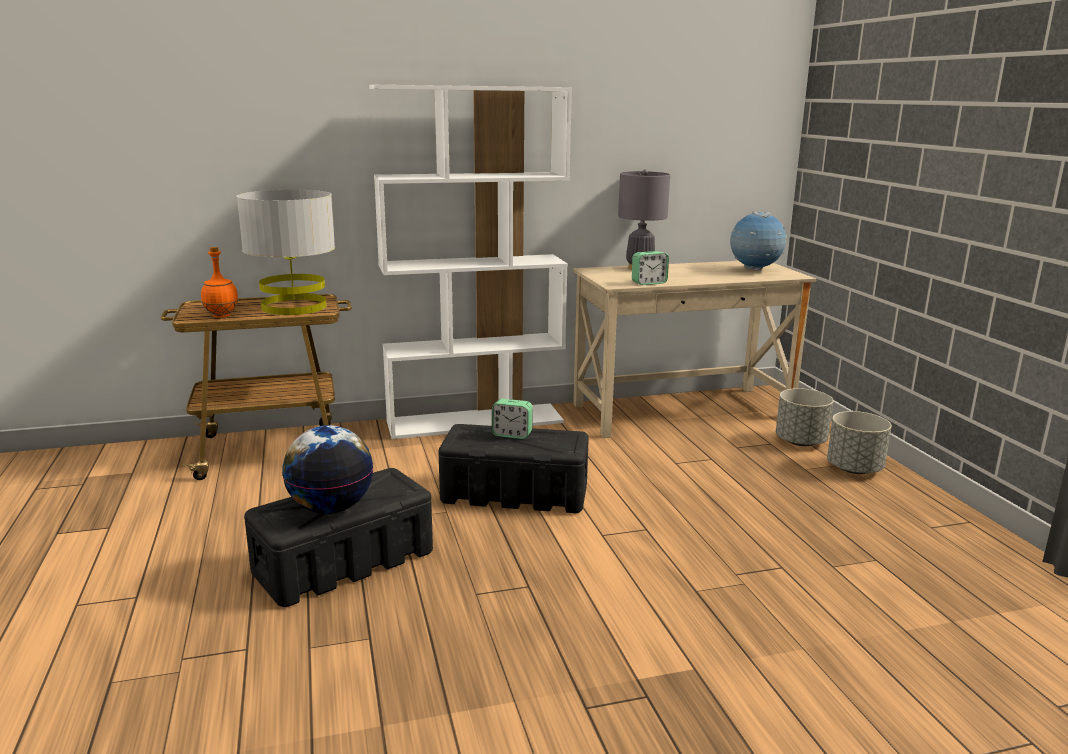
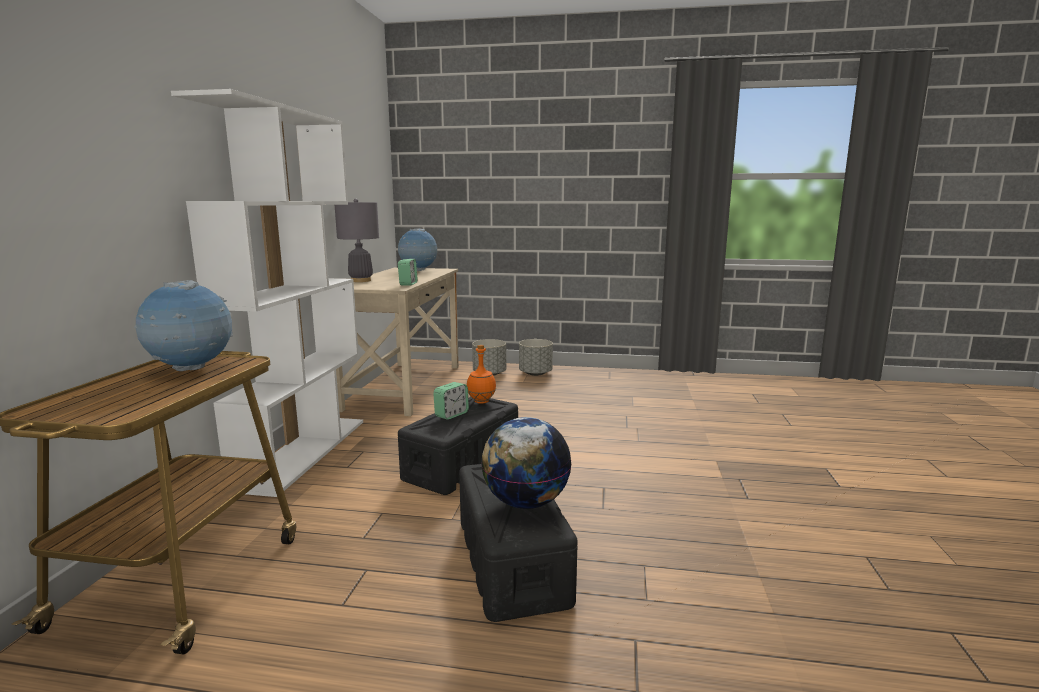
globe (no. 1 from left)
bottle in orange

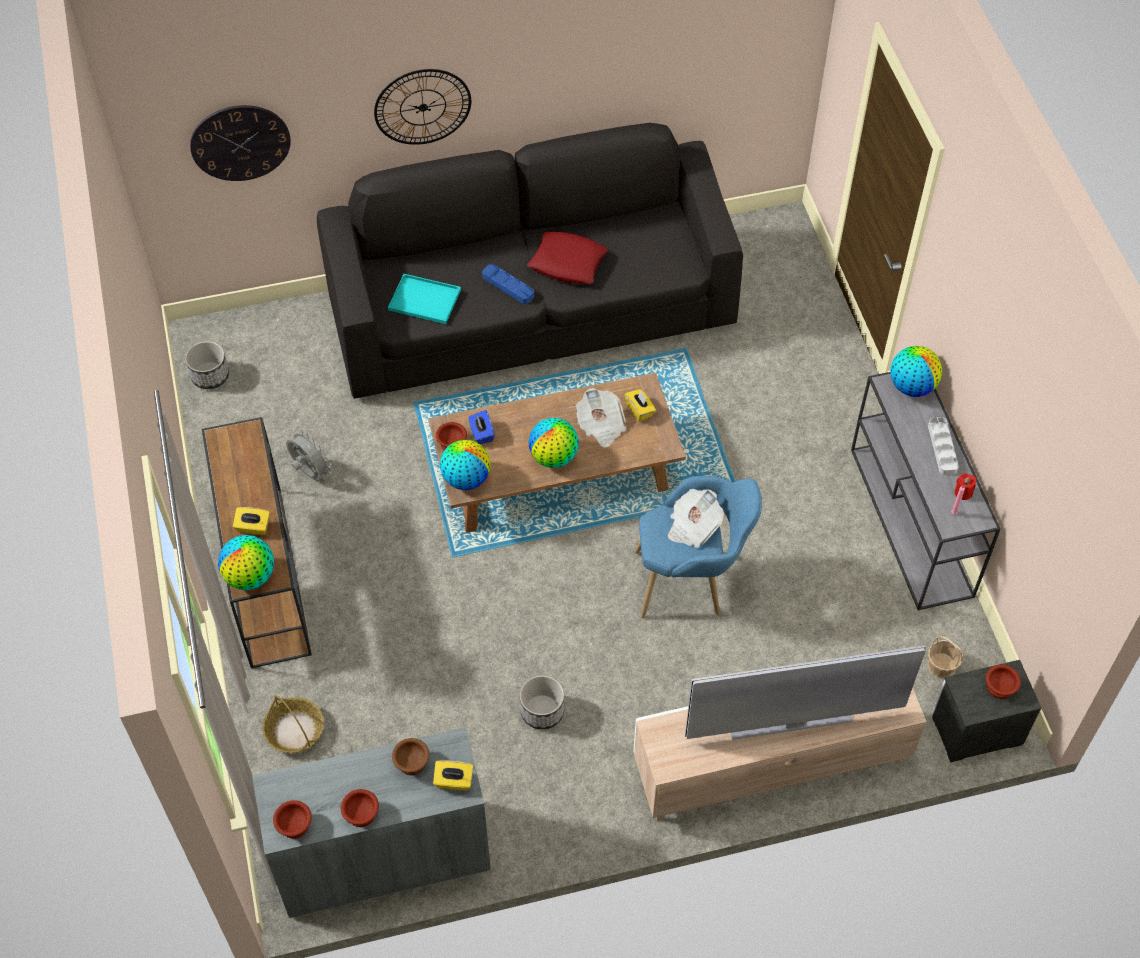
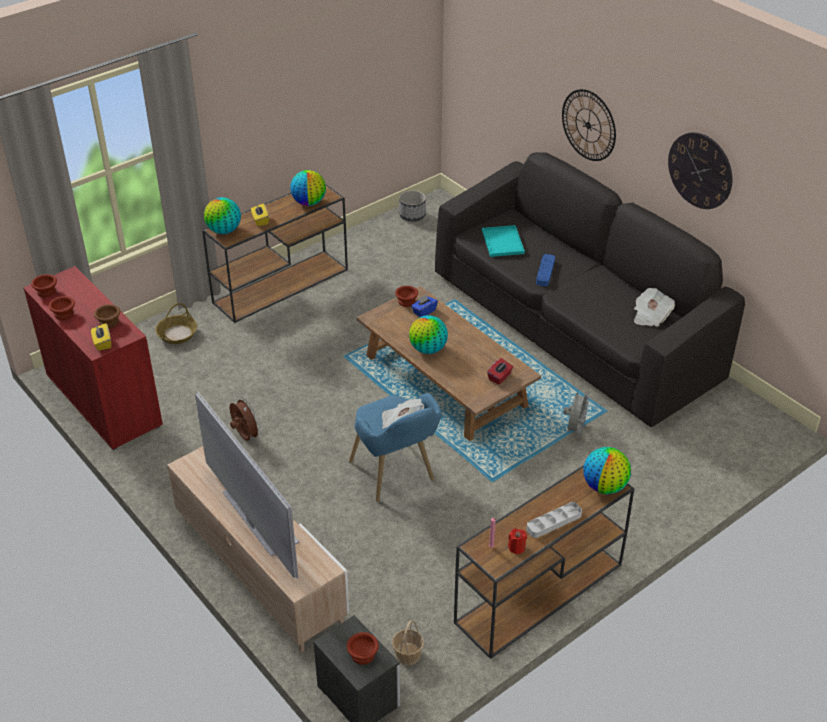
wall clock (no. 2 from left)
pillow in red
console table in brown (no. 2 from left)
newspaper (no. 2 from left)
tissue box in red
fan in grey
globe (no. 2 from left)
fan in brown
cabinet in red

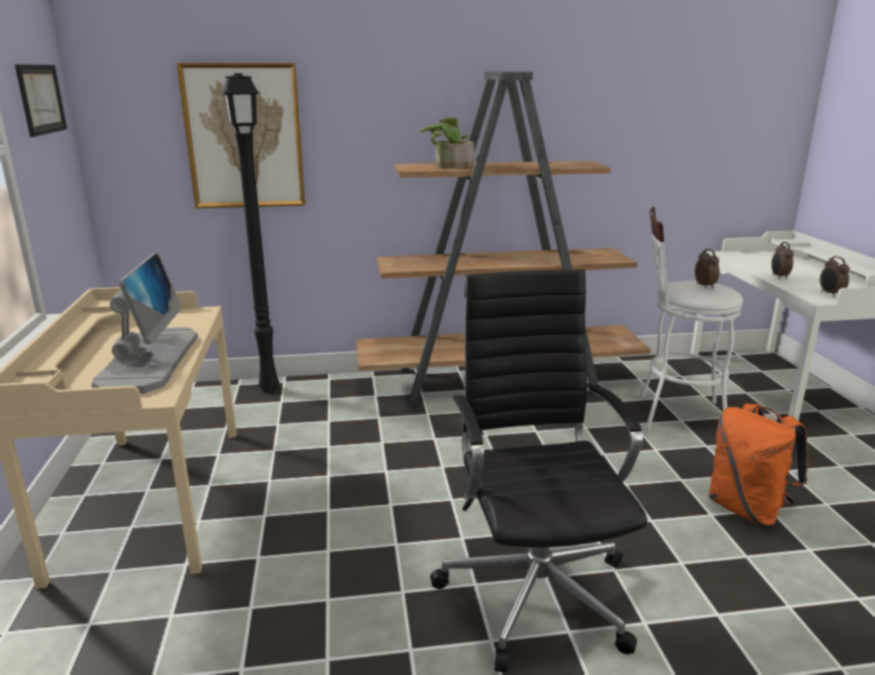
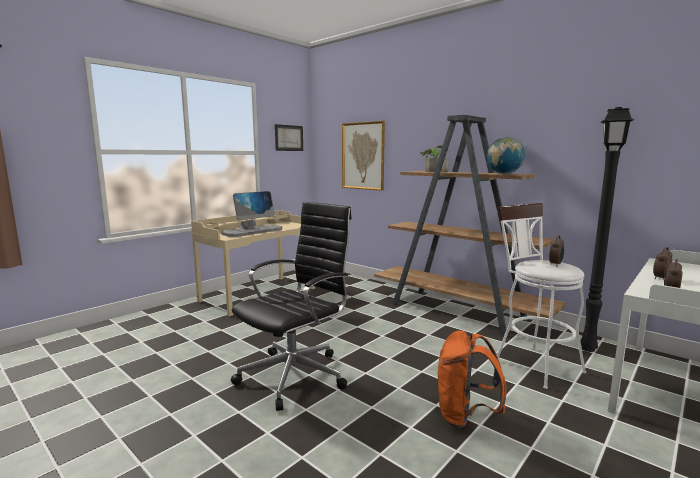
floor lamp in black
globe

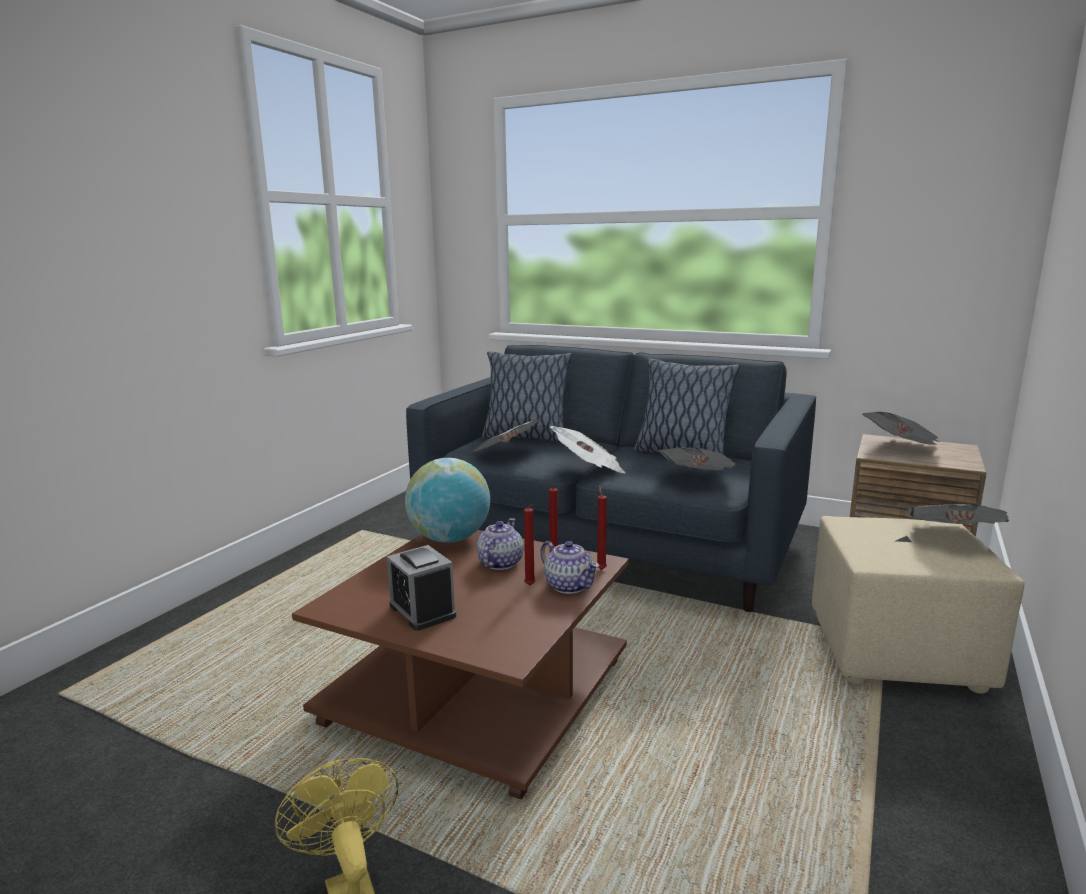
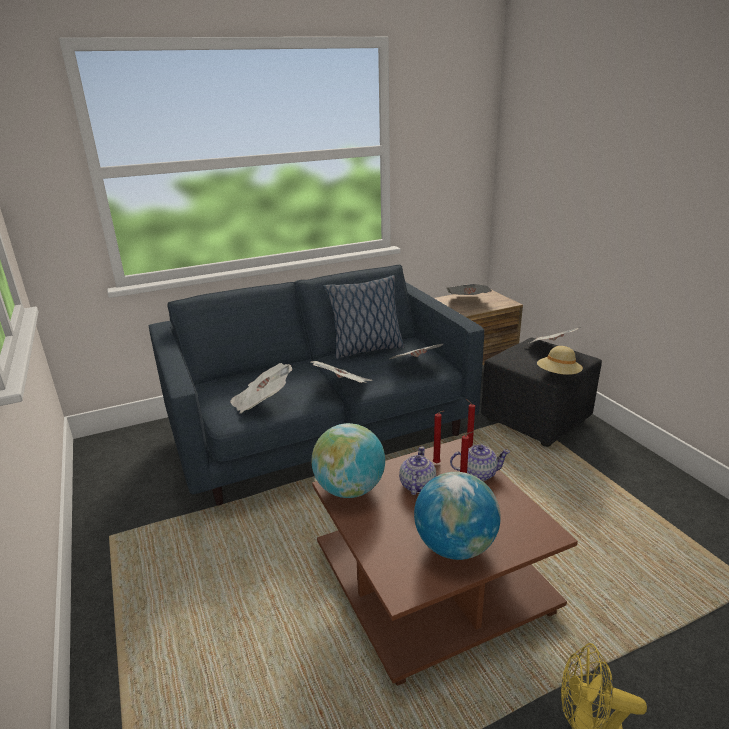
pillow (no. 1 from left in the first image)
ottoman in black
teapot (no. 1 from left)
globe (no. 2 from left)
hat in beige

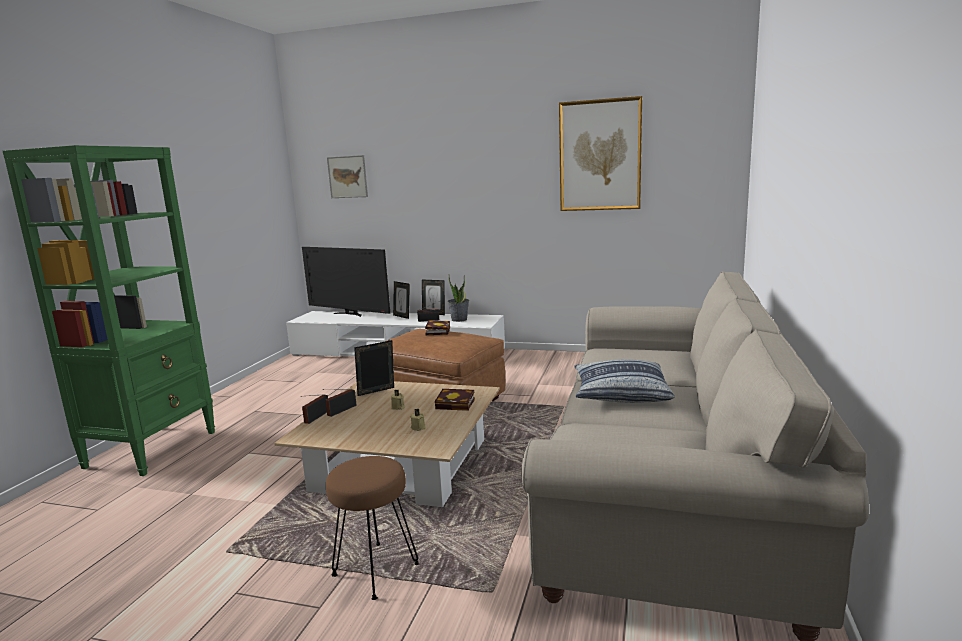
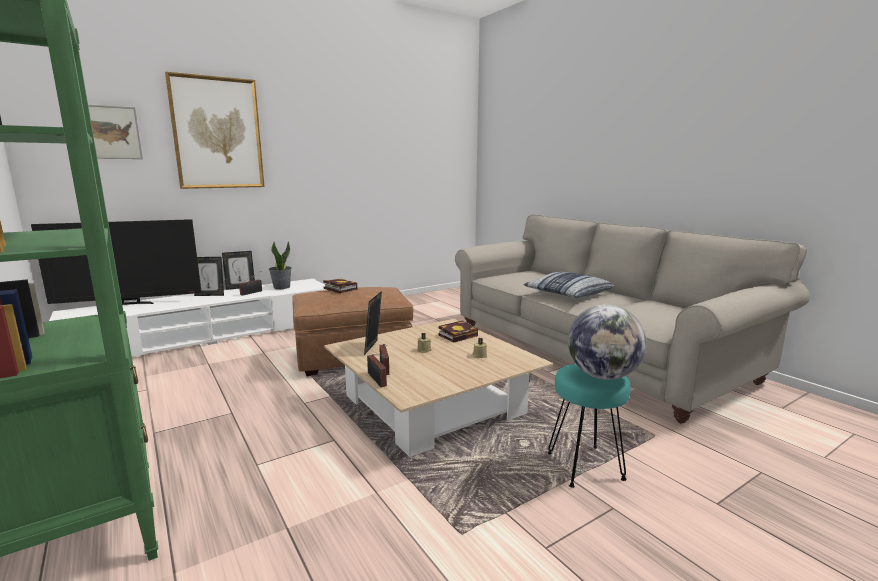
picture (no. 2 from left)
stool in turquoise
globe

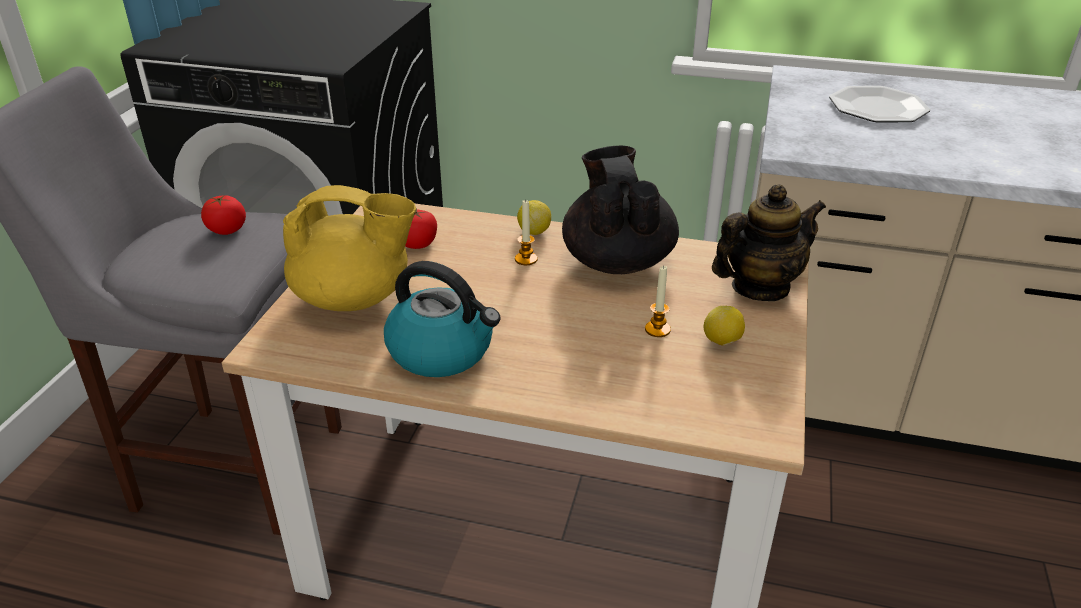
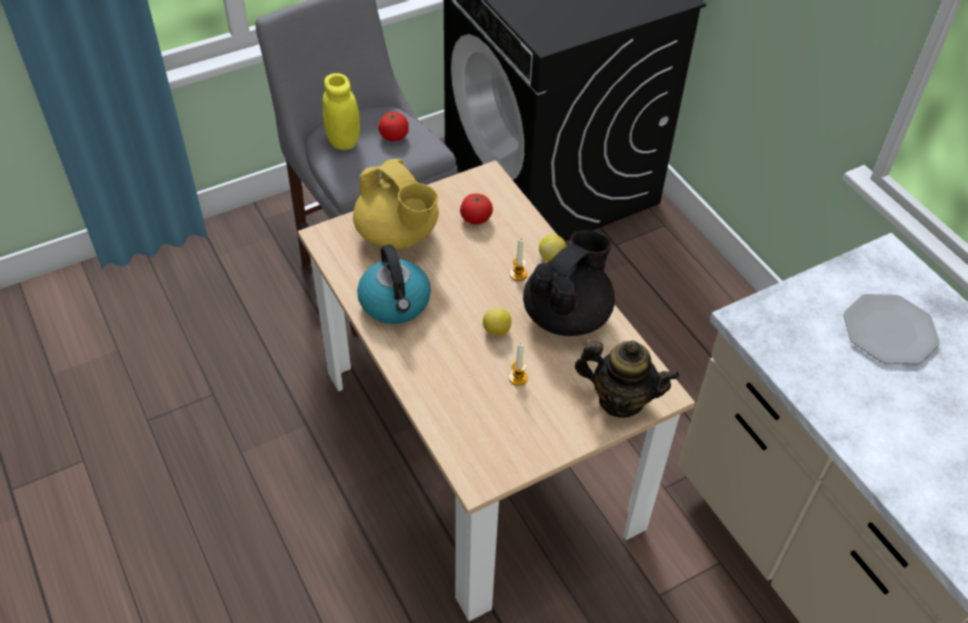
lemon (no. 1 from left)
jar in yellow

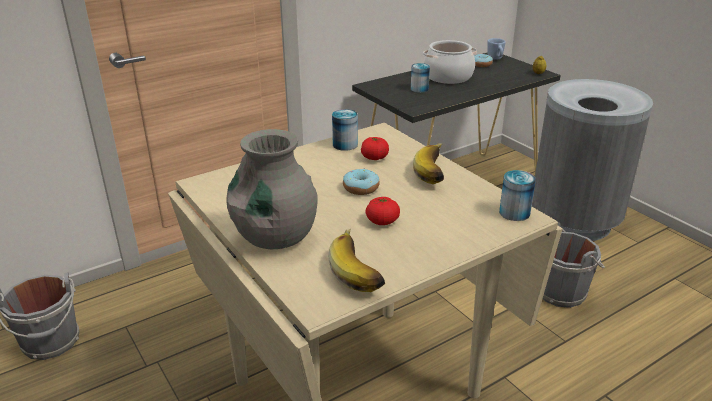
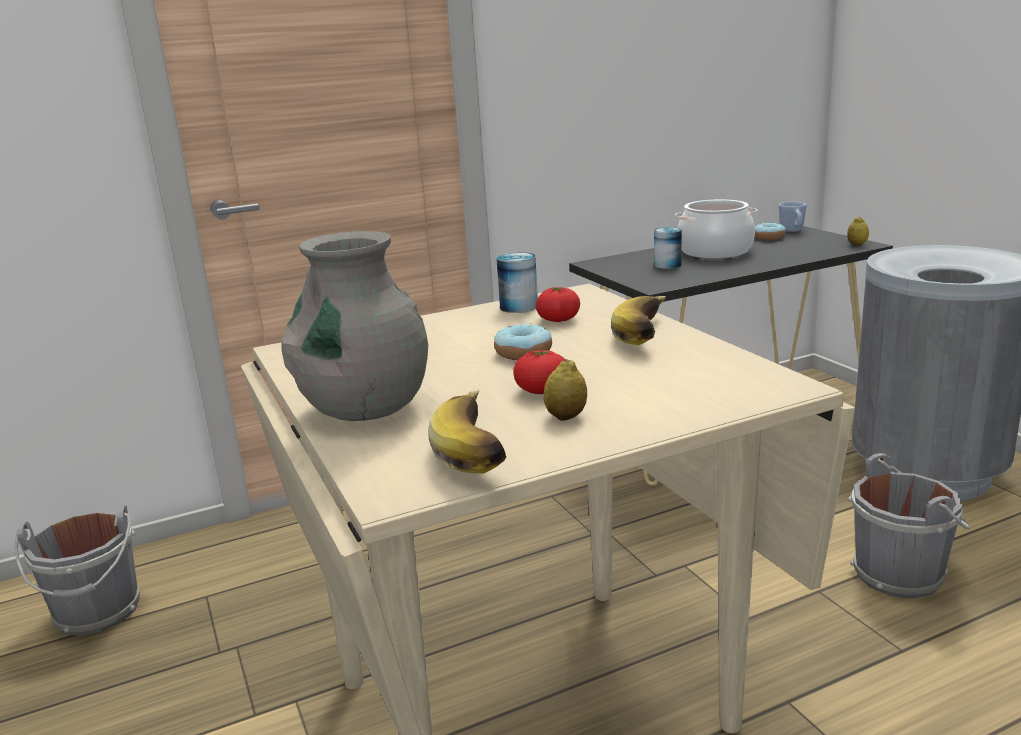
can (no. 3 from left in the first image)
lemon (no. 1 from left)

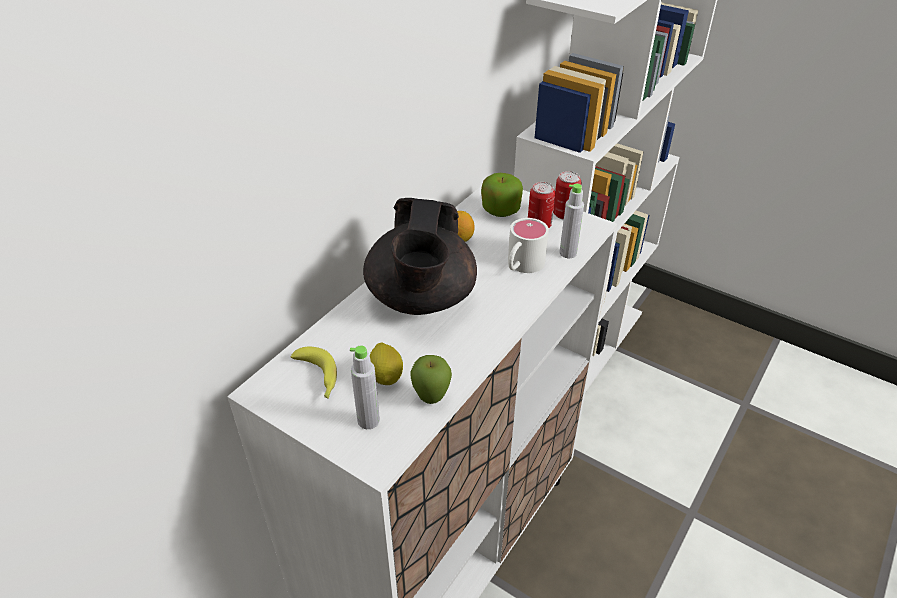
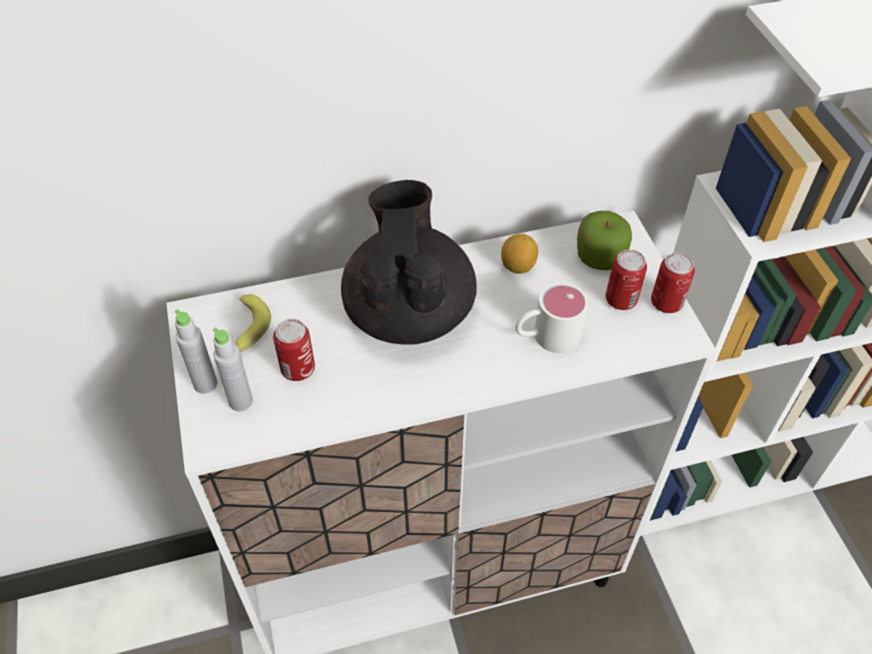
bottle in grey (no. 1 from left)
teapot in black
can (no. 1 from left)
apple (no. 1 from left in the first image)

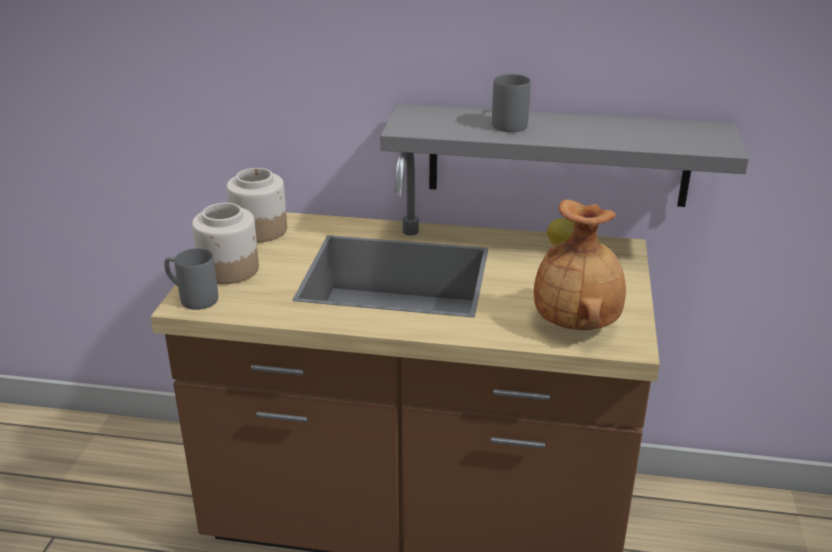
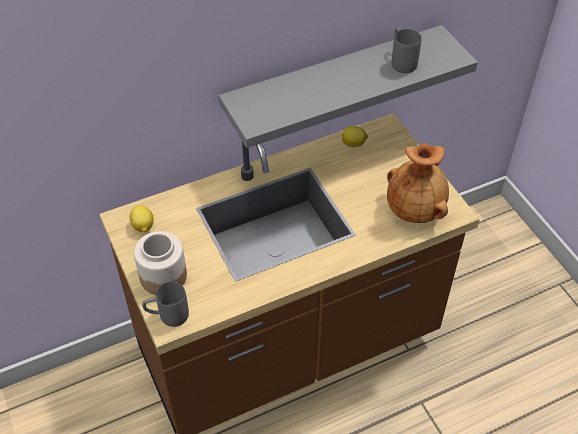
mug in grey (no. 2 from left)
lemon (no. 1 from left)

